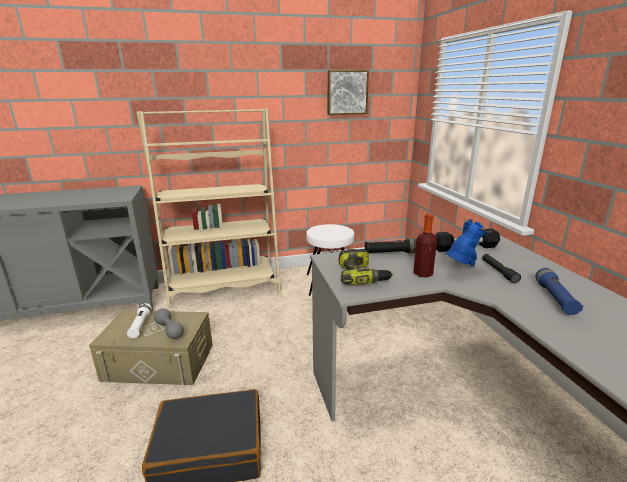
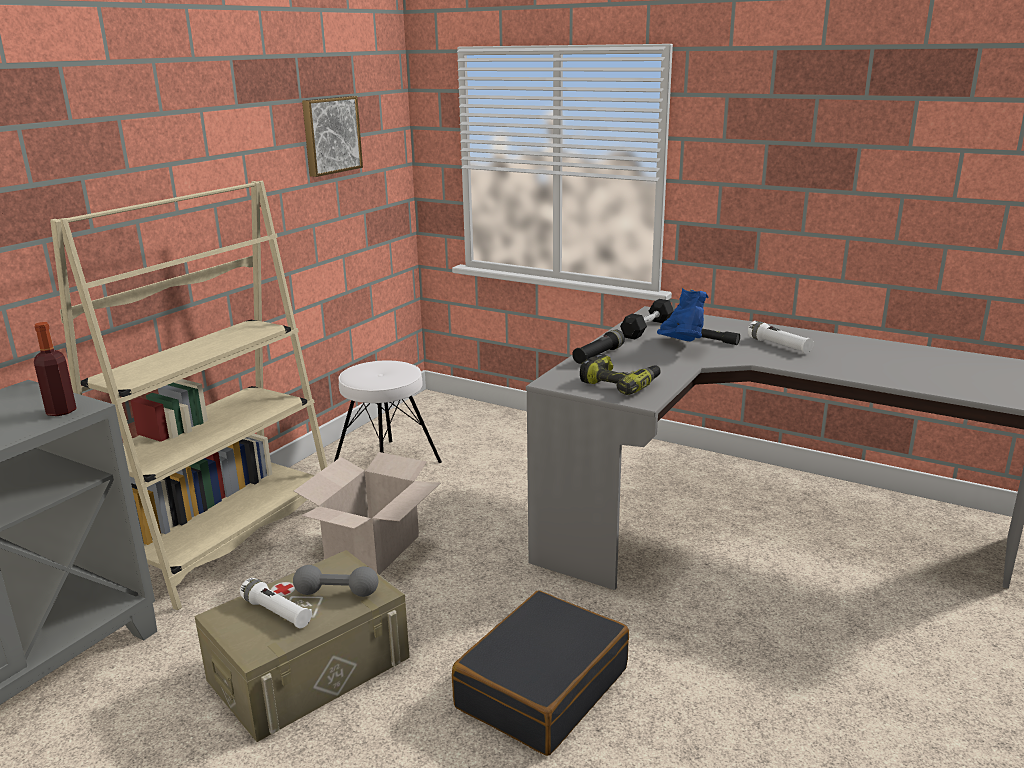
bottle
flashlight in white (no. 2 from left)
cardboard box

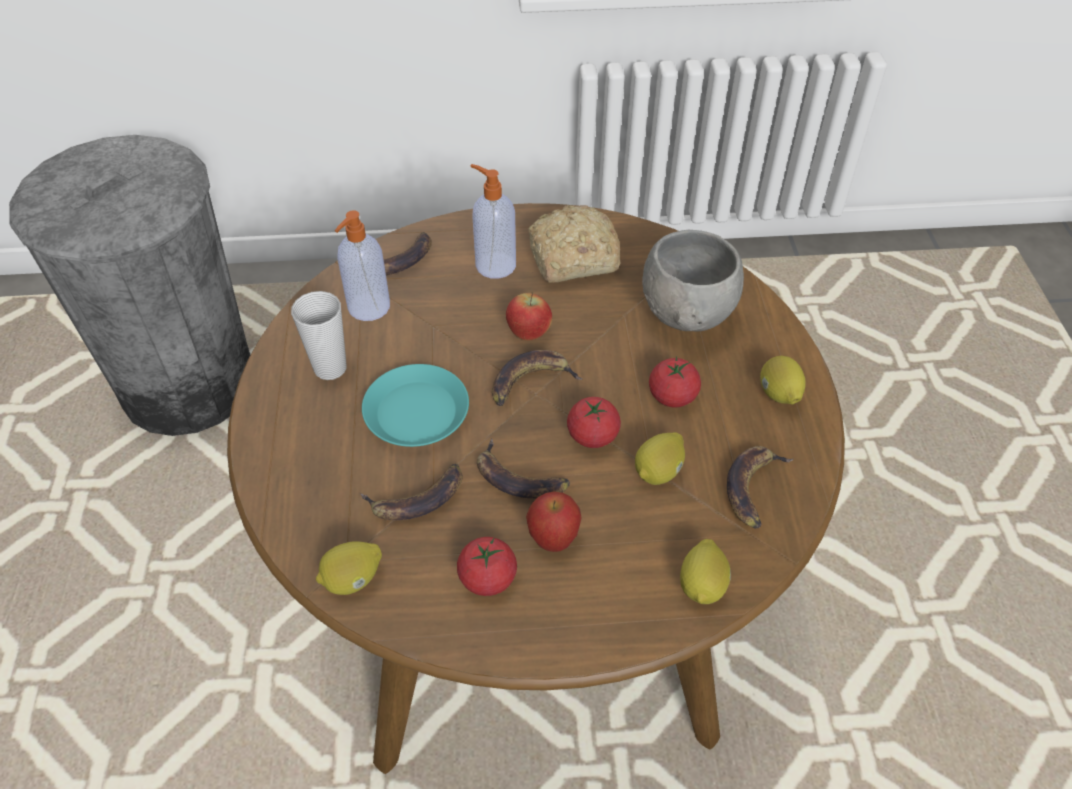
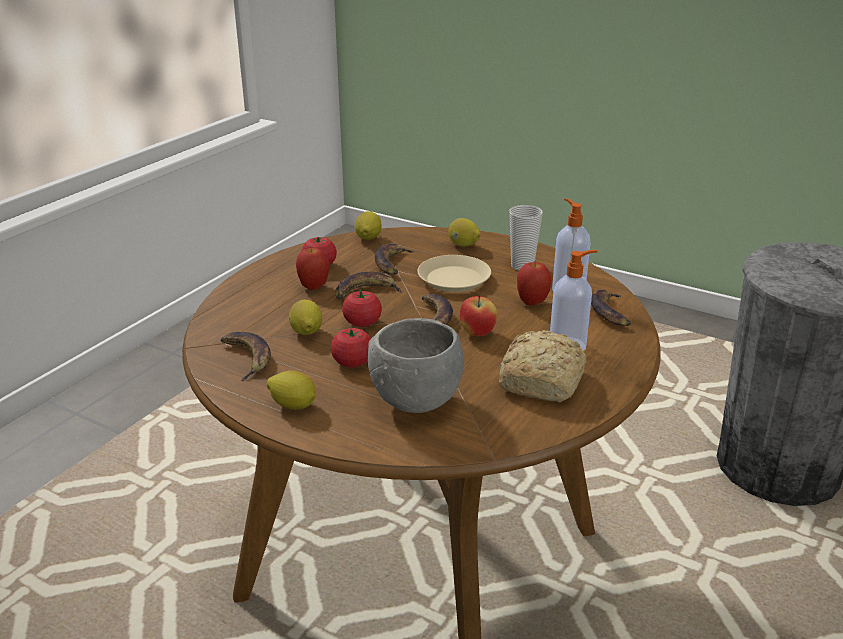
plate in beige
lemon (no. 4 from left)
apple (no. 3 from left)

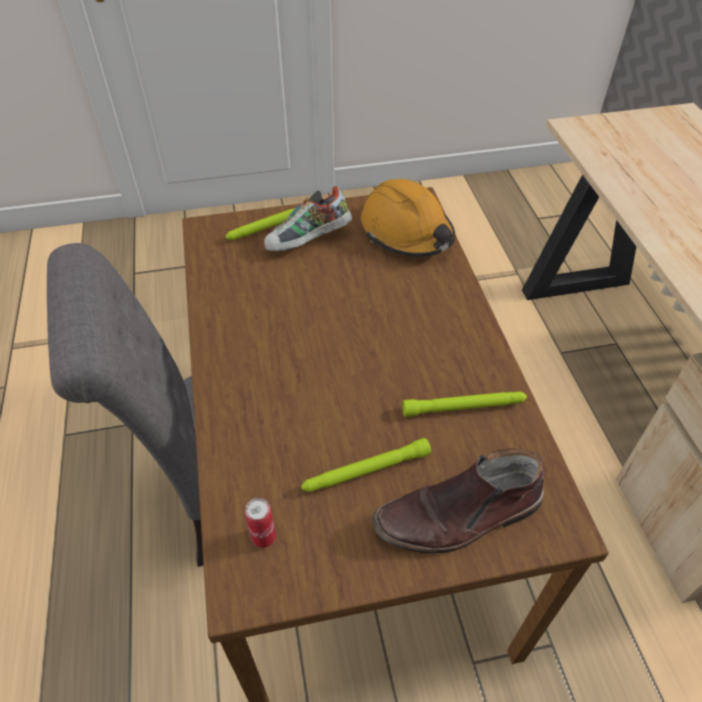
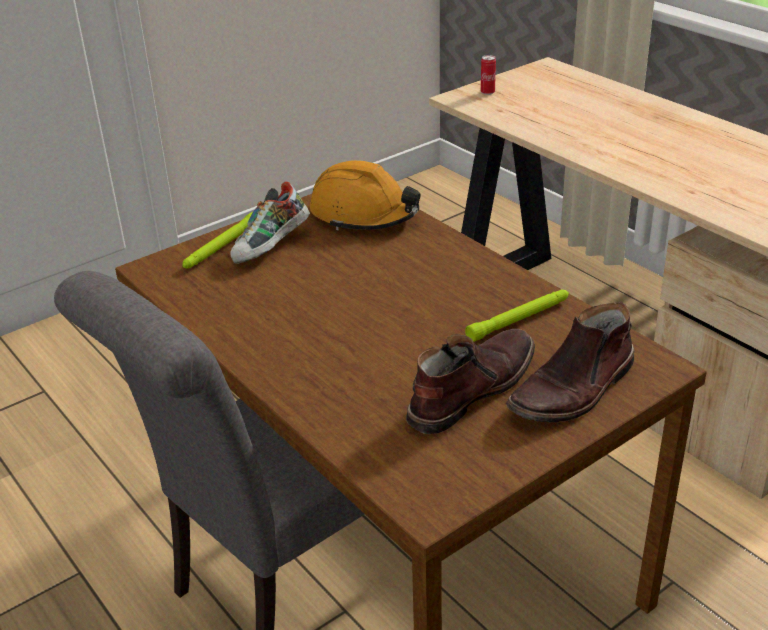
boot in brown (no. 1 from left)
can

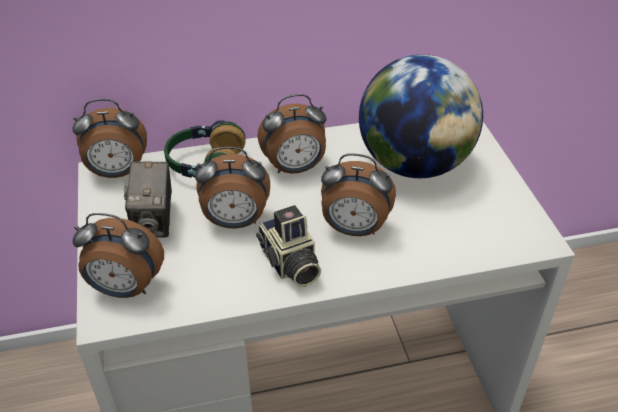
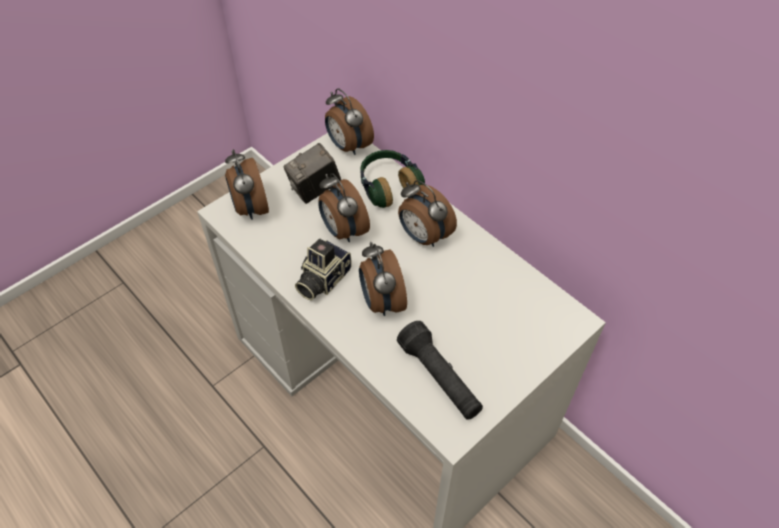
globe
flashlight in black

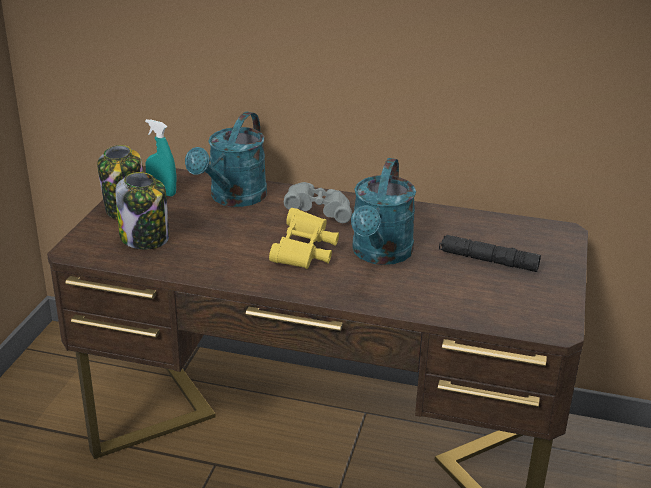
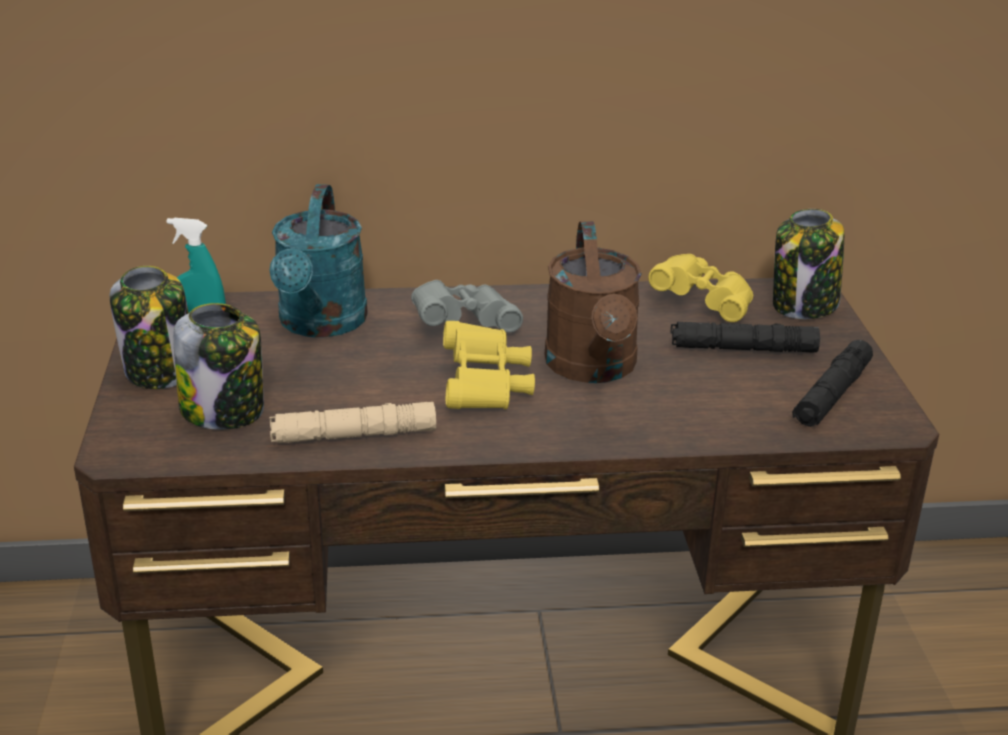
watering can in brown
jar (no. 3 from left)
binoculars in yellow (no. 2 from left)
flashlight in black (no. 2 from left)
flashlight in beige

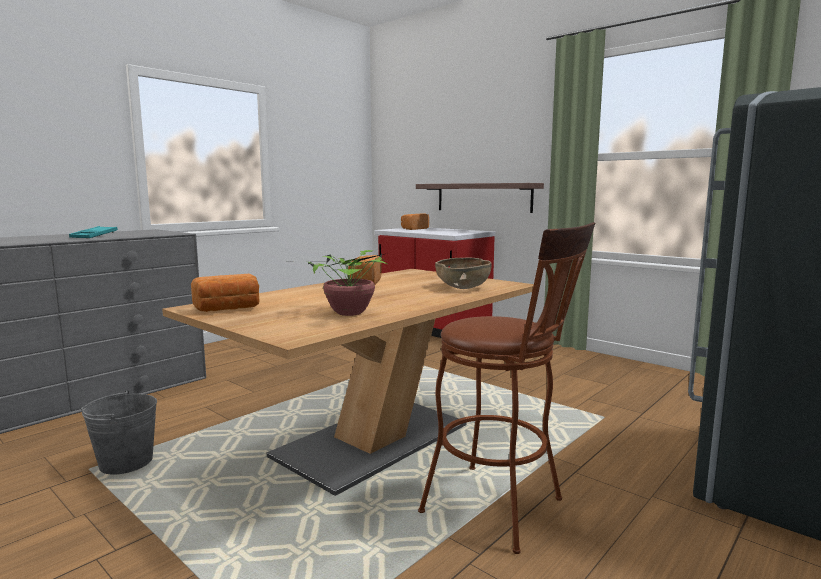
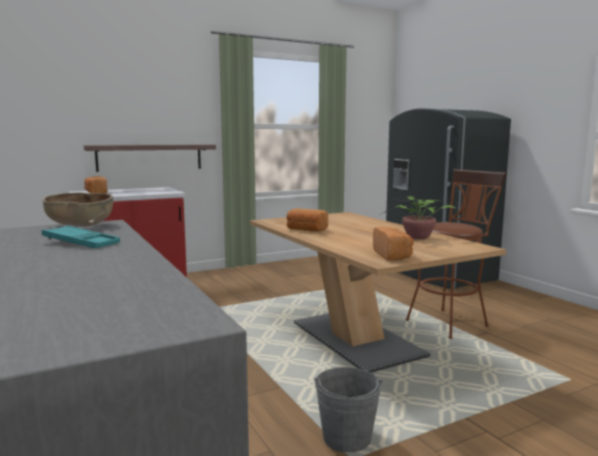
bowl in brown

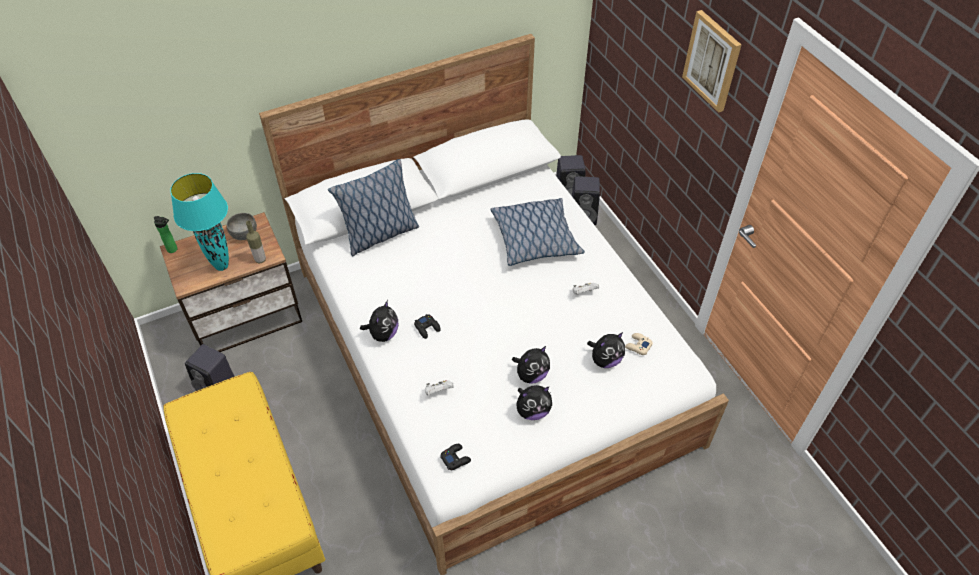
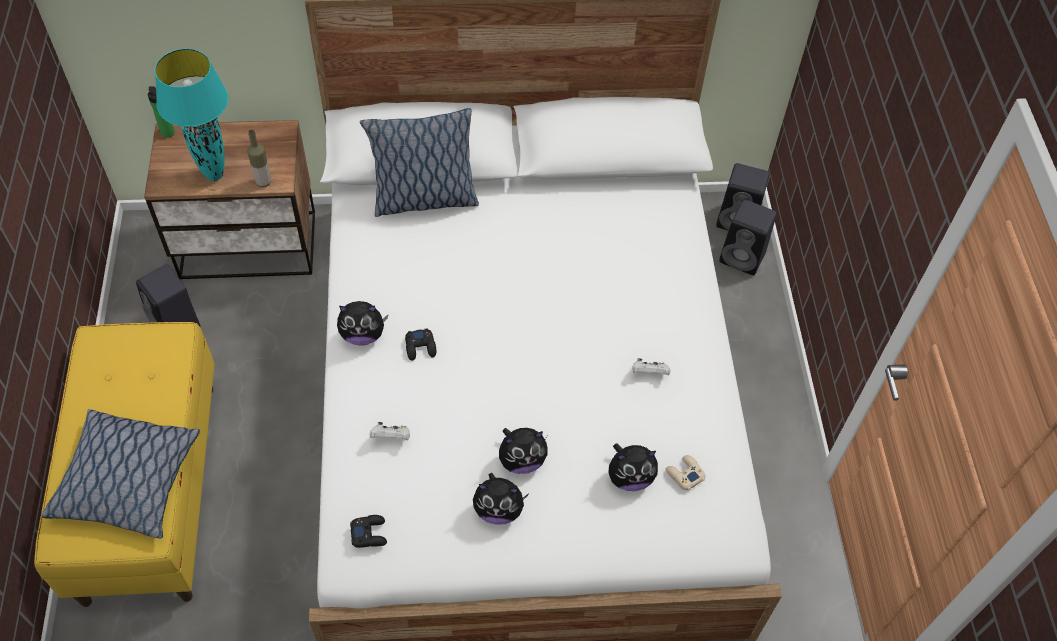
picture
pillow (no. 1 from left)
bowl in grey
plush toy (no. 1 from left)

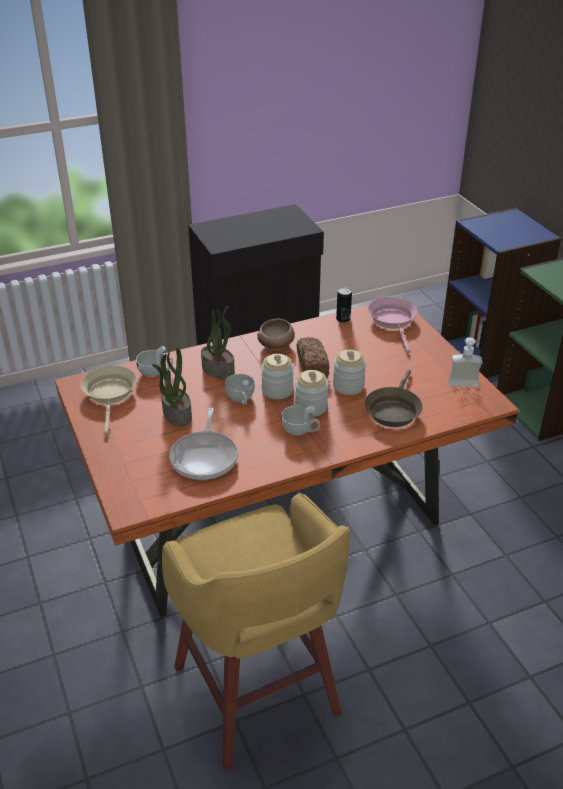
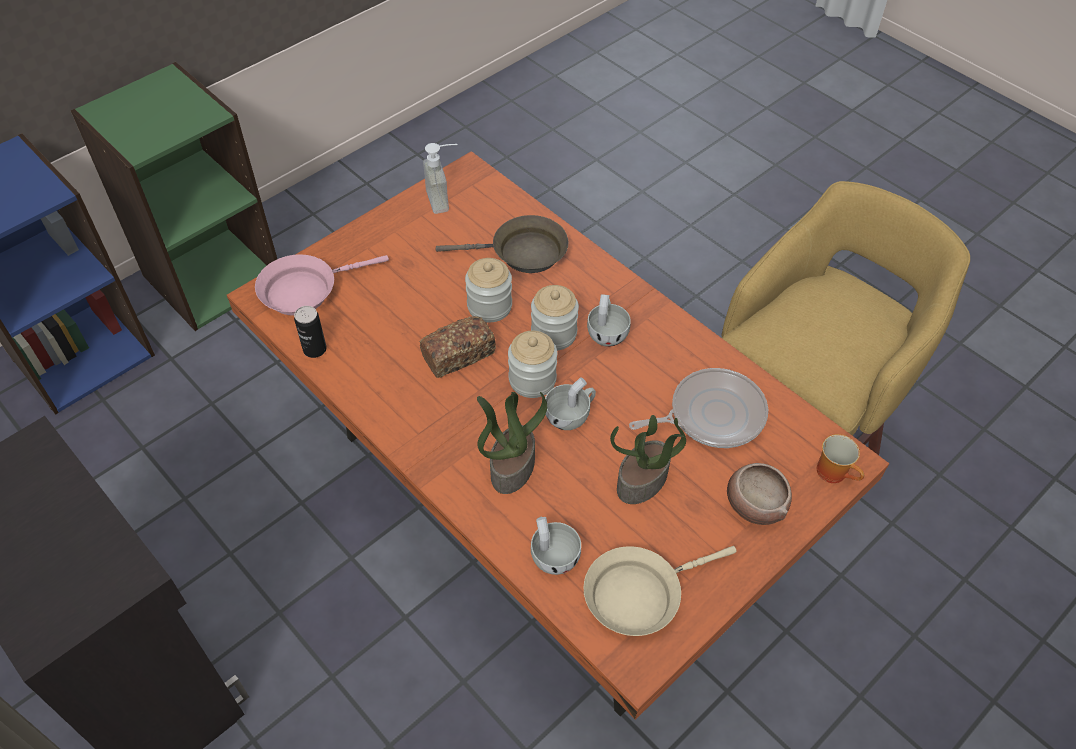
bowl
mug

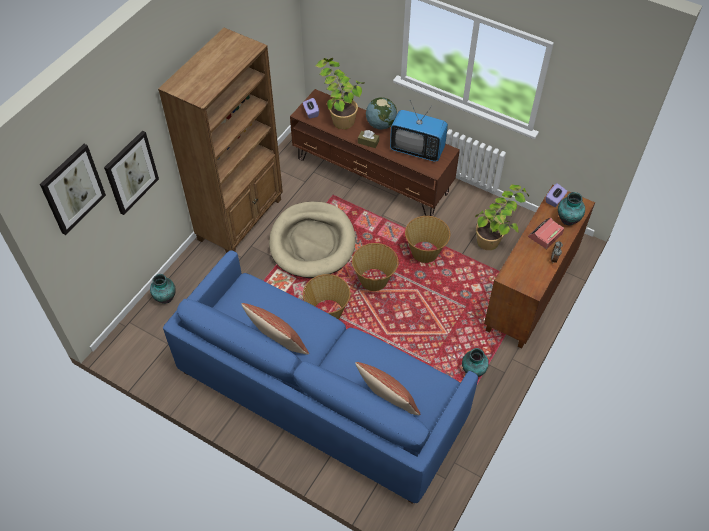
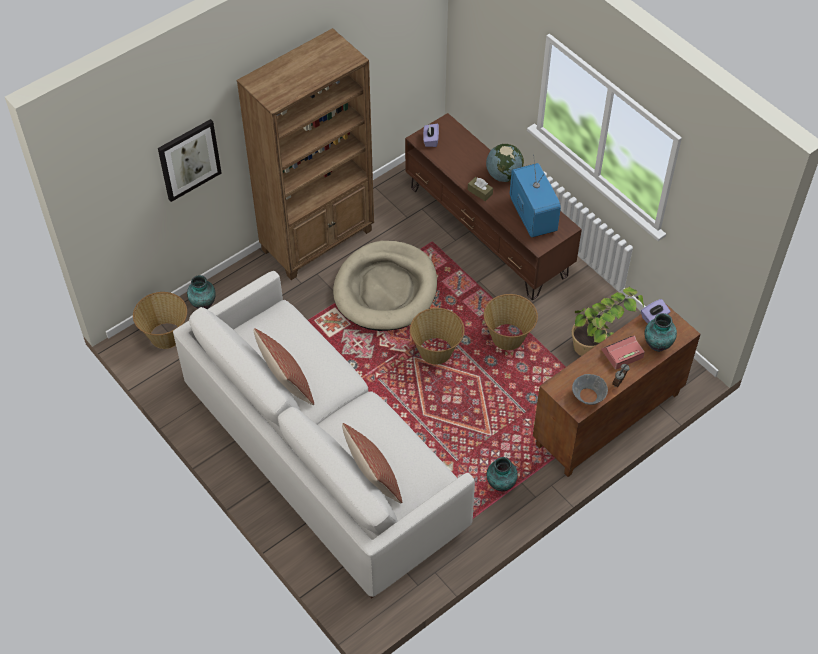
potted plant (no. 1 from left in the first image)
television
picture (no. 1 from left in the first image)
sofa in white
basket (no. 1 from left)
bowl in grey

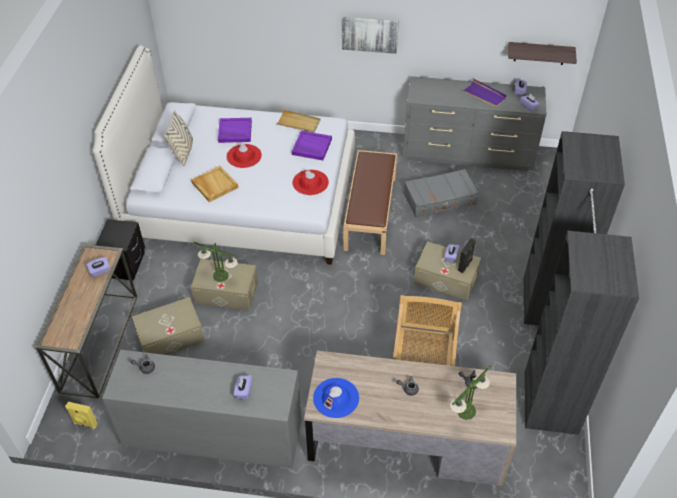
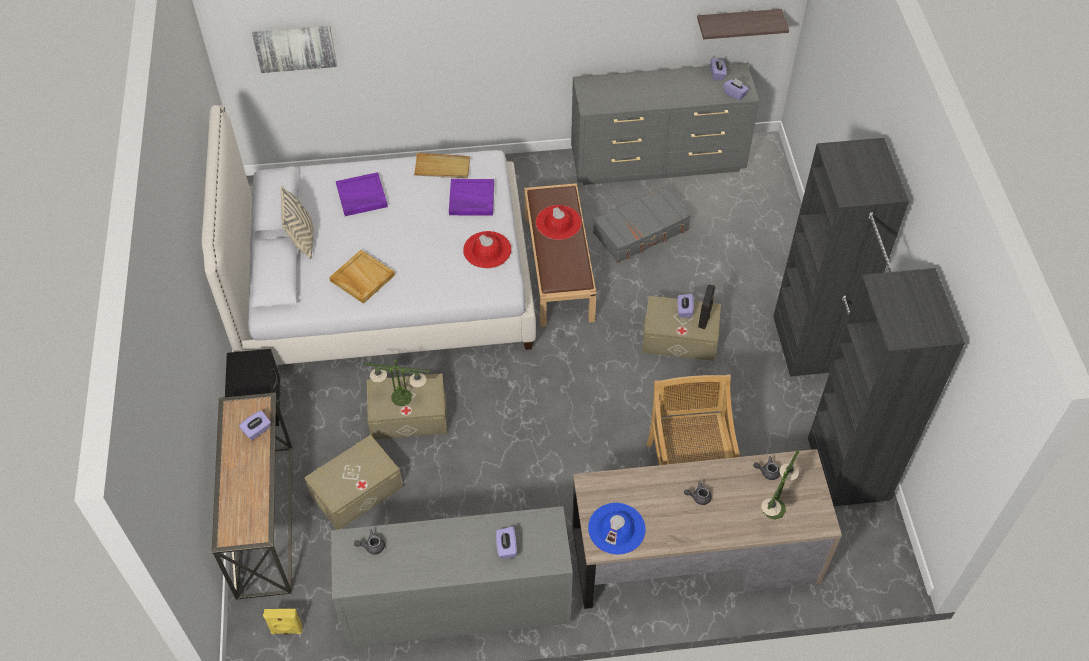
picture
tray in purple (no. 3 from left in the first image)
hat in red (no. 2 from left)

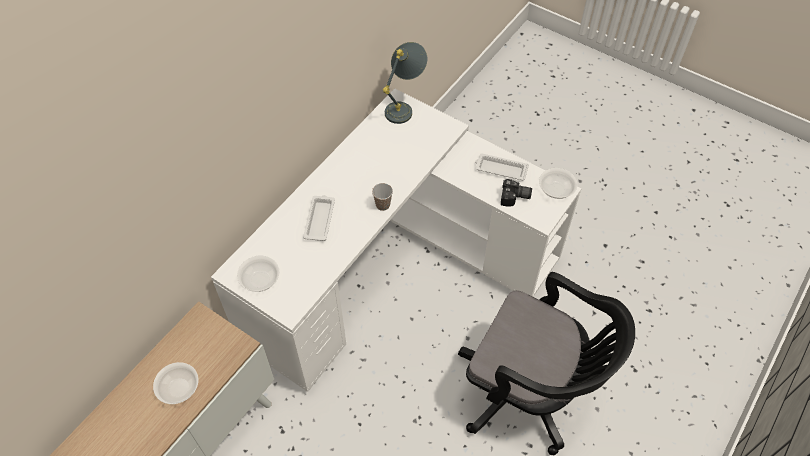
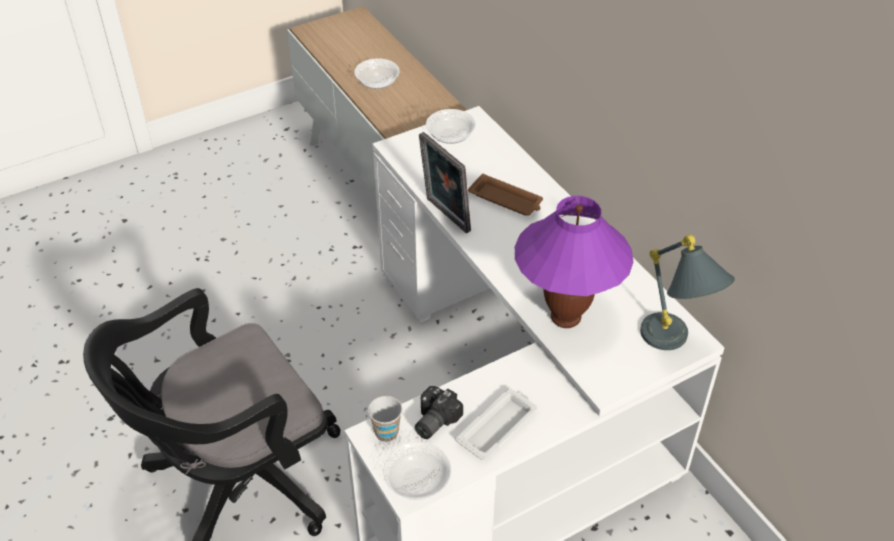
cup
tray in brown
picture frame
table lamp in purple

